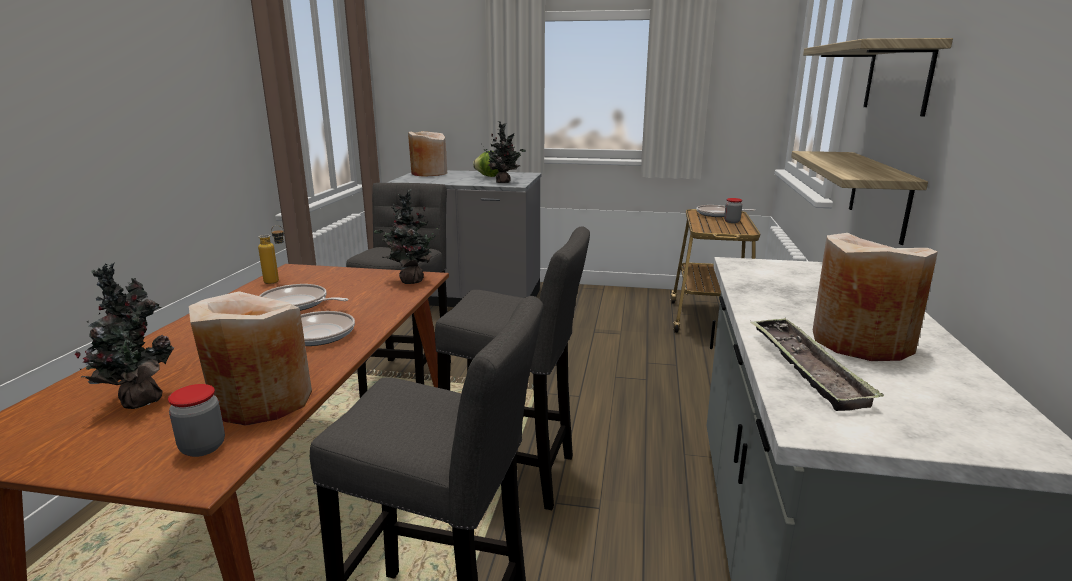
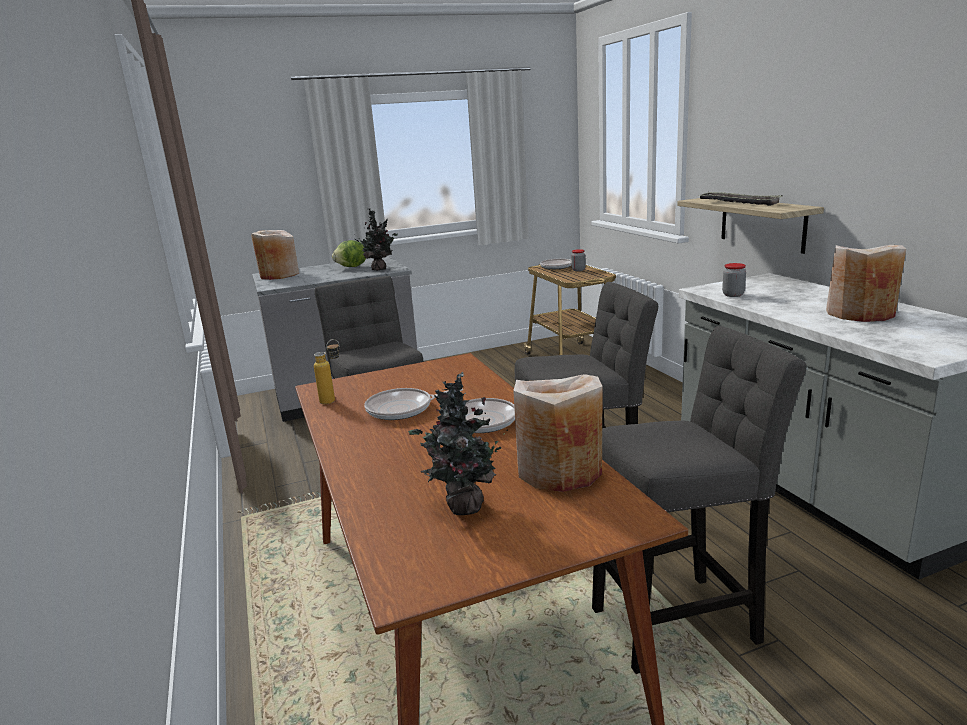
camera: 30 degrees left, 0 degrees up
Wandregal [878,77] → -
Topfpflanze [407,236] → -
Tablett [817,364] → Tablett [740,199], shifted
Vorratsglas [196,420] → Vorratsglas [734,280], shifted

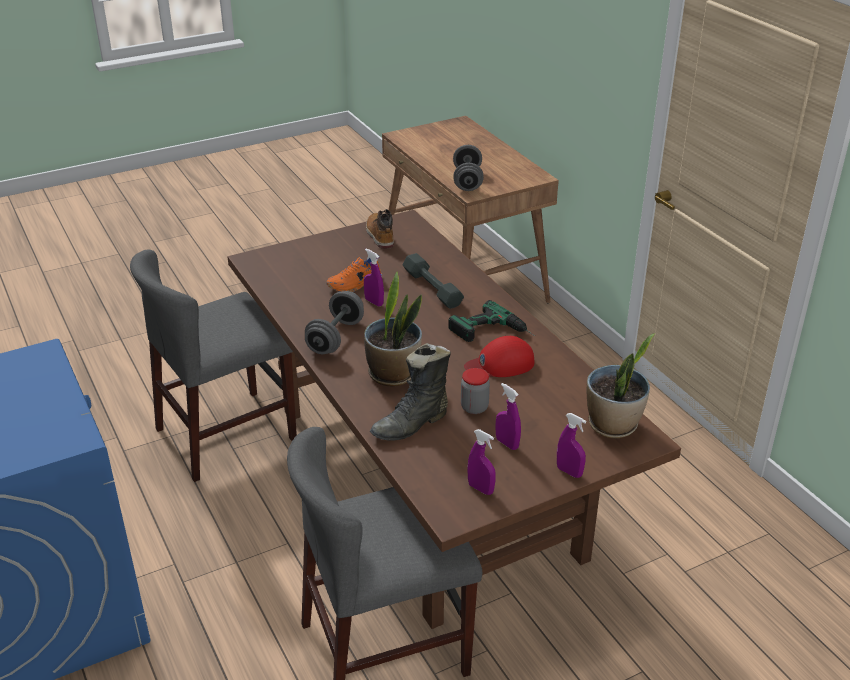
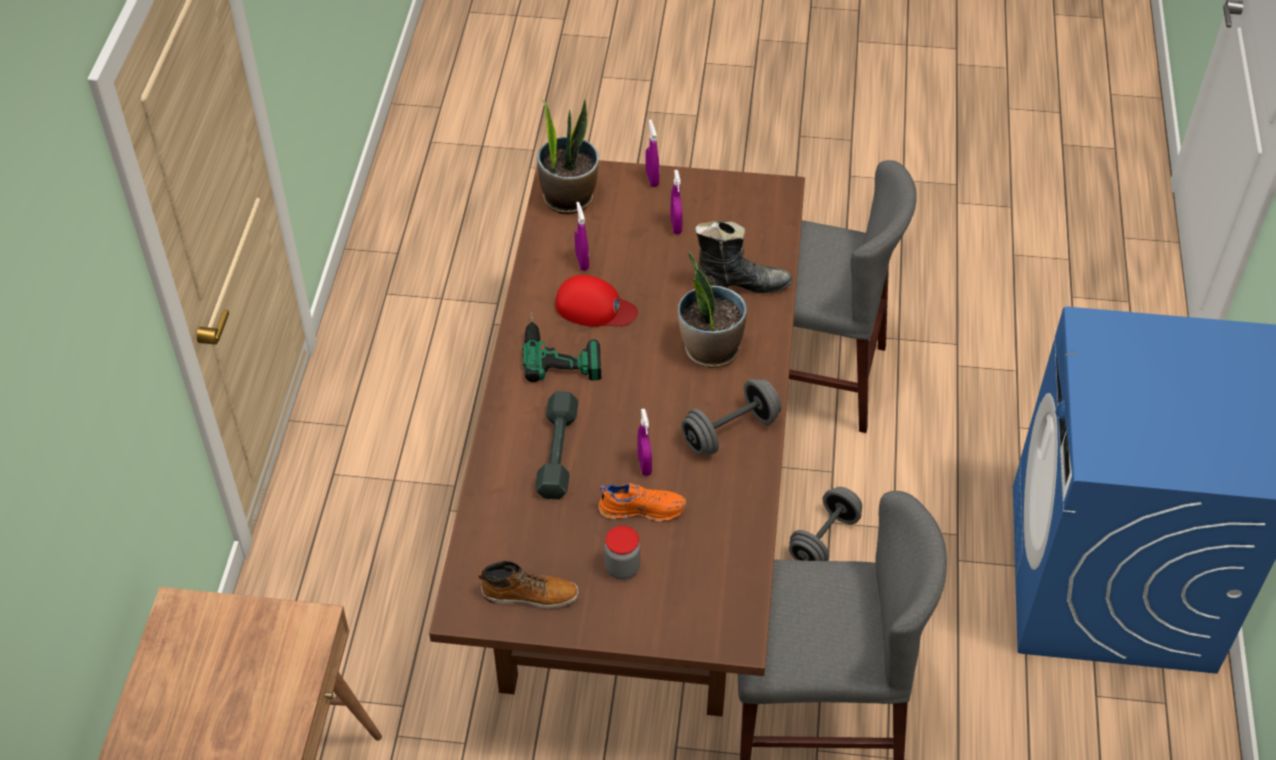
camera: 145 degrees left, 15 degrees up
Hantel (grau) [468,168] → Hantel (grau) [825,524], shifted
Stiefel [380,229] → Stiefel [528,584], 105 degrees counterclockwise
Vorratsglas [475,391] → Vorratsglas [622,553], shifted
Sprühflasche (lila) [481,462] → Sprühflasche (lila) [582,236], shifted

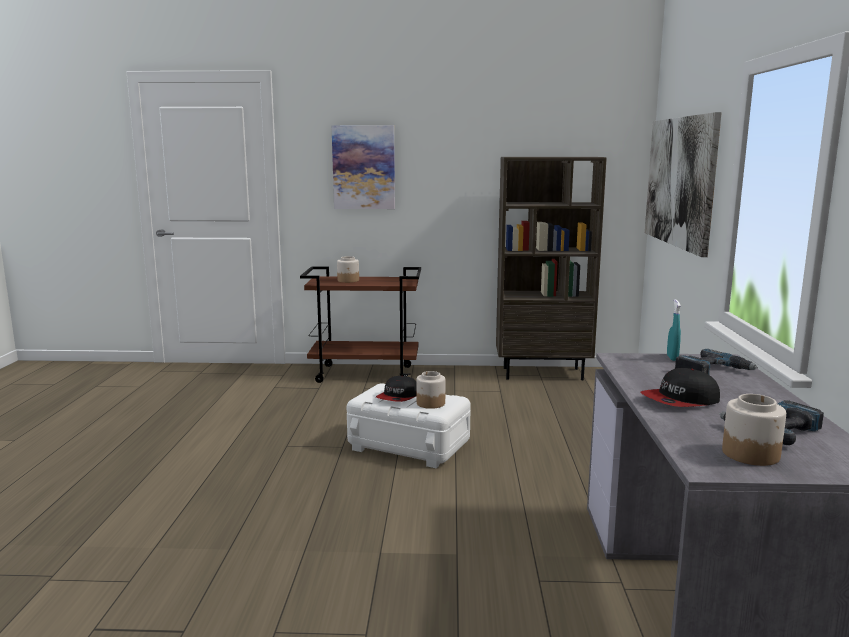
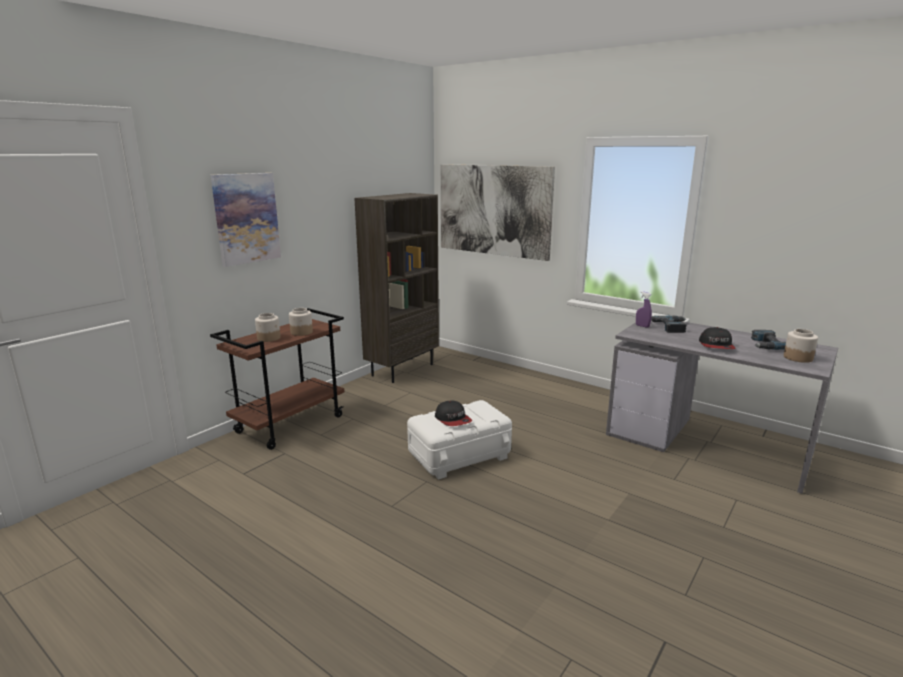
camera: 55 degrees left, 5 degrees up
Sprühflasche (türkis) [674,330] → Sprühflasche (lila) [644,309]
Vorratsglas [431,390] → Vorratsglas [301,322], shifted

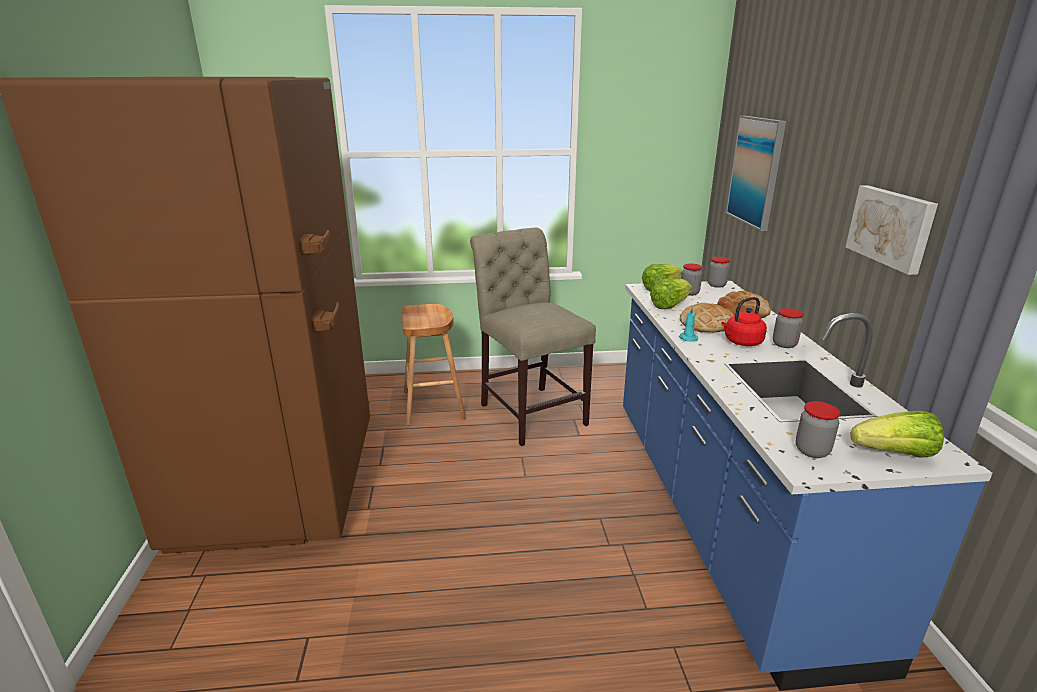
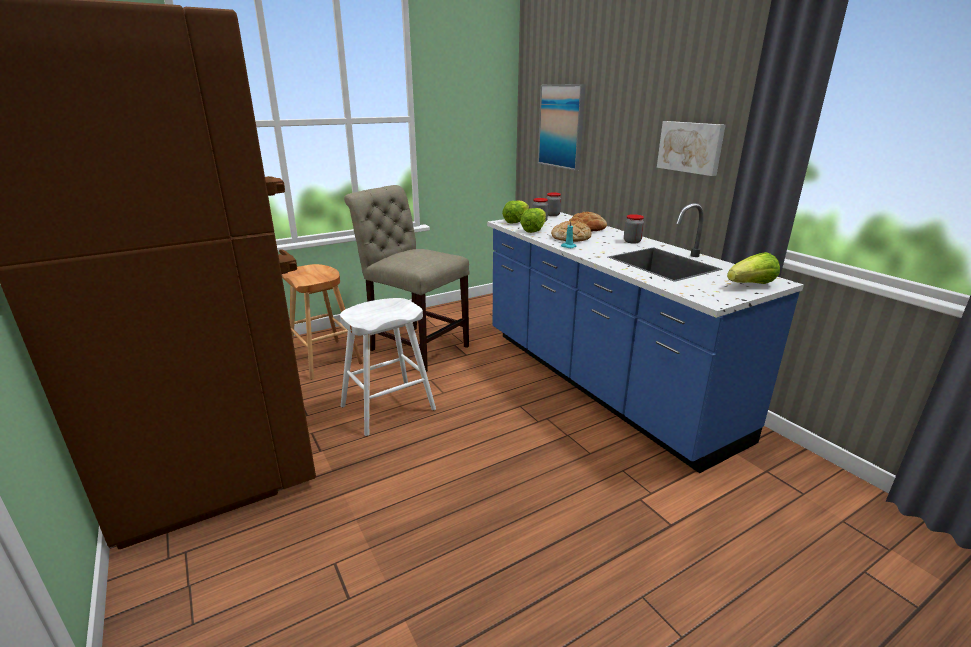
camera: 25 degrees left, 0 degrees up
Wasserkessel (rot) [744,321] → -
Vorratsglas [818,429] → -
- → Hocker (weiß) [388,367]

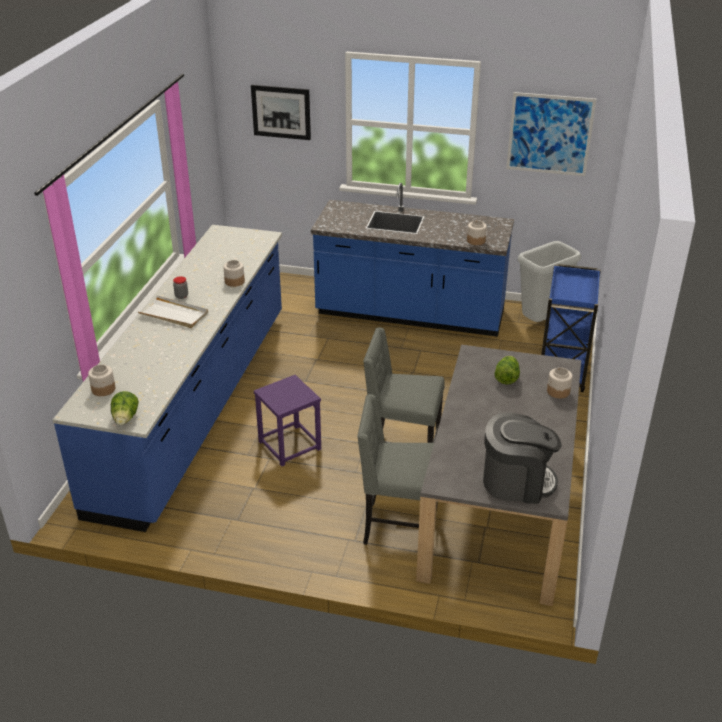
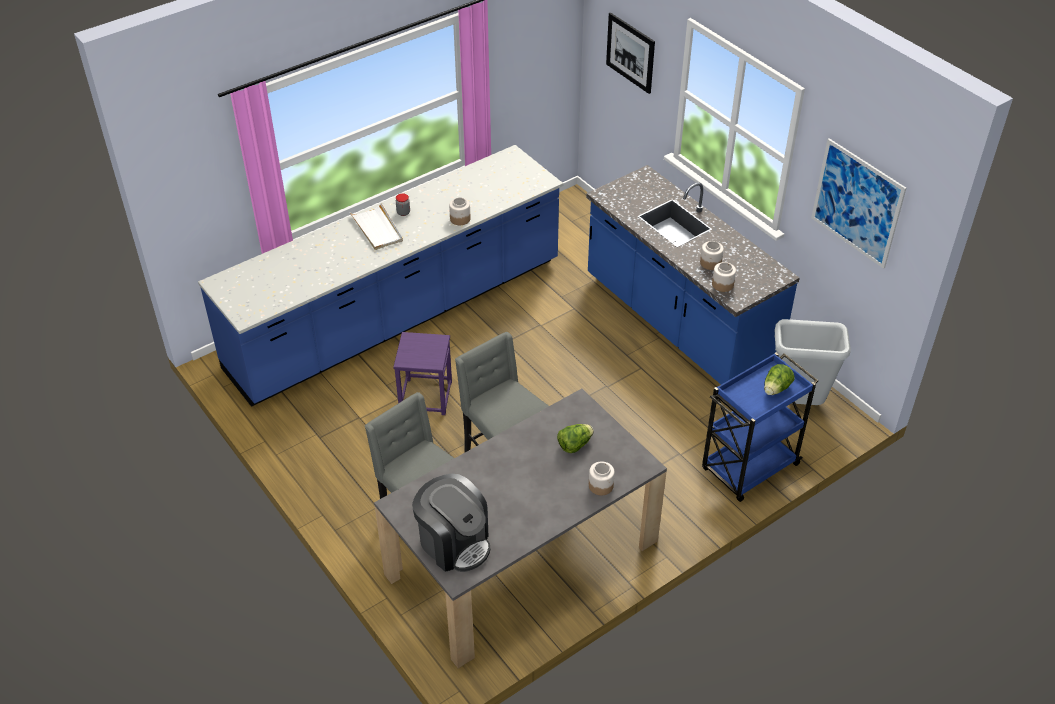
camera: 40 degrees right, 10 degrees up
Vorratsglas [101,380] → Vorratsglas [712,255], shifted
Salatkopf [125,408] → Salatkopf [779,379], shifted

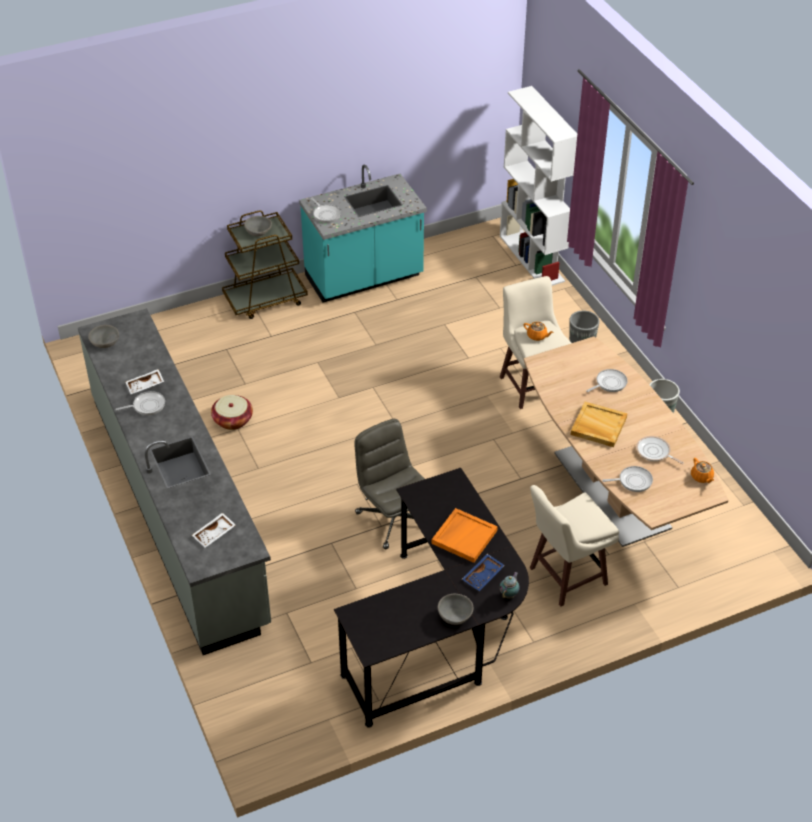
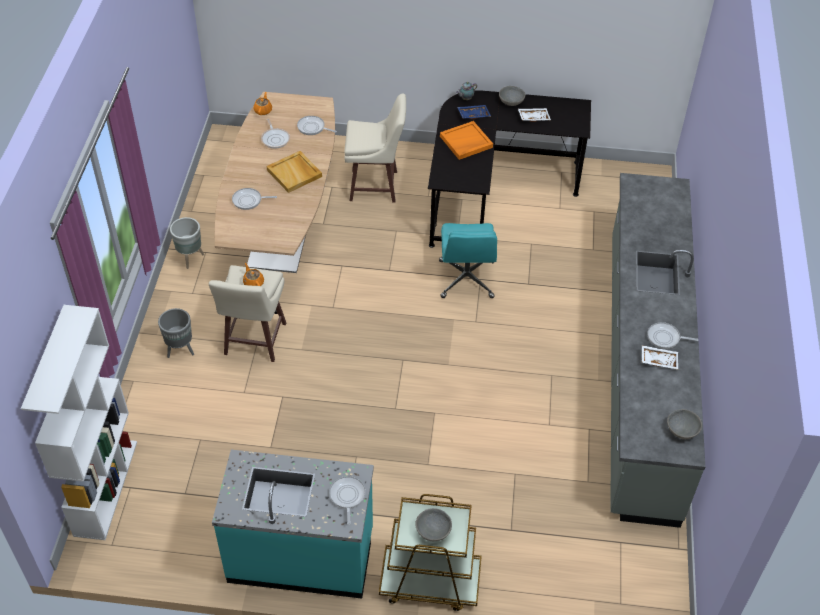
camera: 150 degrees left, 5 degrees up
Korb [232,412] → -
Bürostuhl (grau) [389,484] → Bürostuhl (türkis) [468,260]
Tablett (weiß) [214,530] → Tablett (weiß) [534,115], shifted

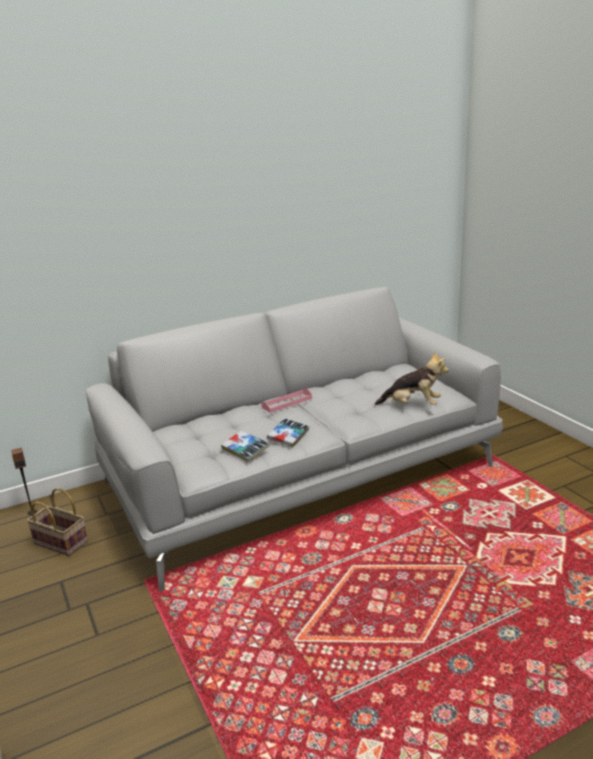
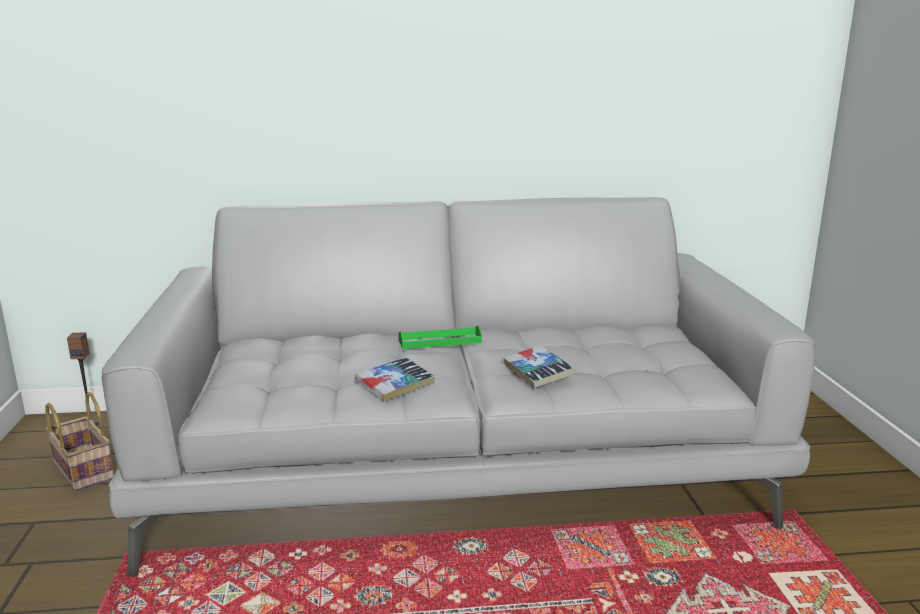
camera: 20 degrees right, 5 degrees down
Plüschtier [412,378] → -
Tablett (rosa) [286,400] → Tablett (grün) [440,337]
Buch [245,446] → Buch [539,366], shifted

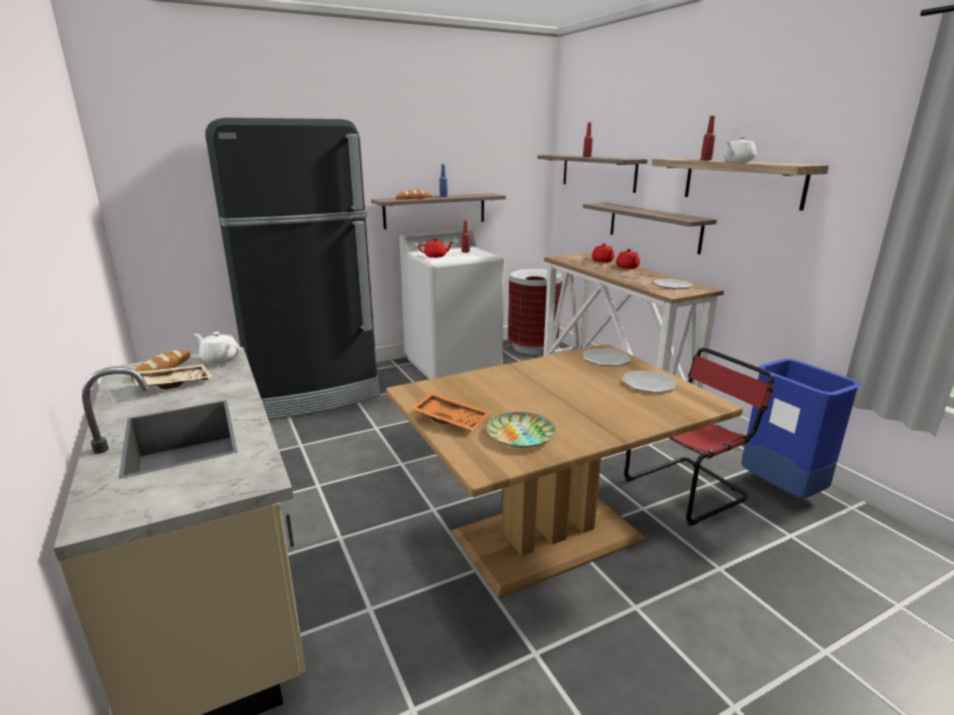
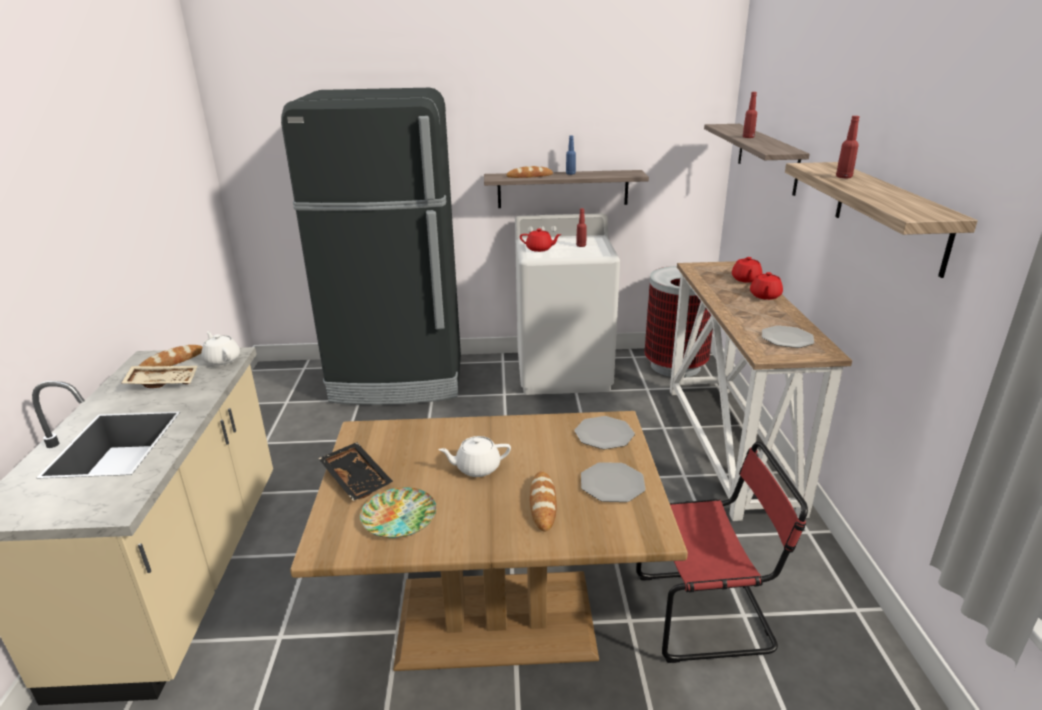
camera: 25 degrees right, 5 degrees up
Teekanne (weiß) [739,149] → Teekanne (weiß) [475,456], shifted
Wandregal [650,229] → -
Mülleimer (blau) [801,428] → -
Tablett (orange) [451,411] → Tablett (schwarz) [355,471]
- → Brot [543,501]

